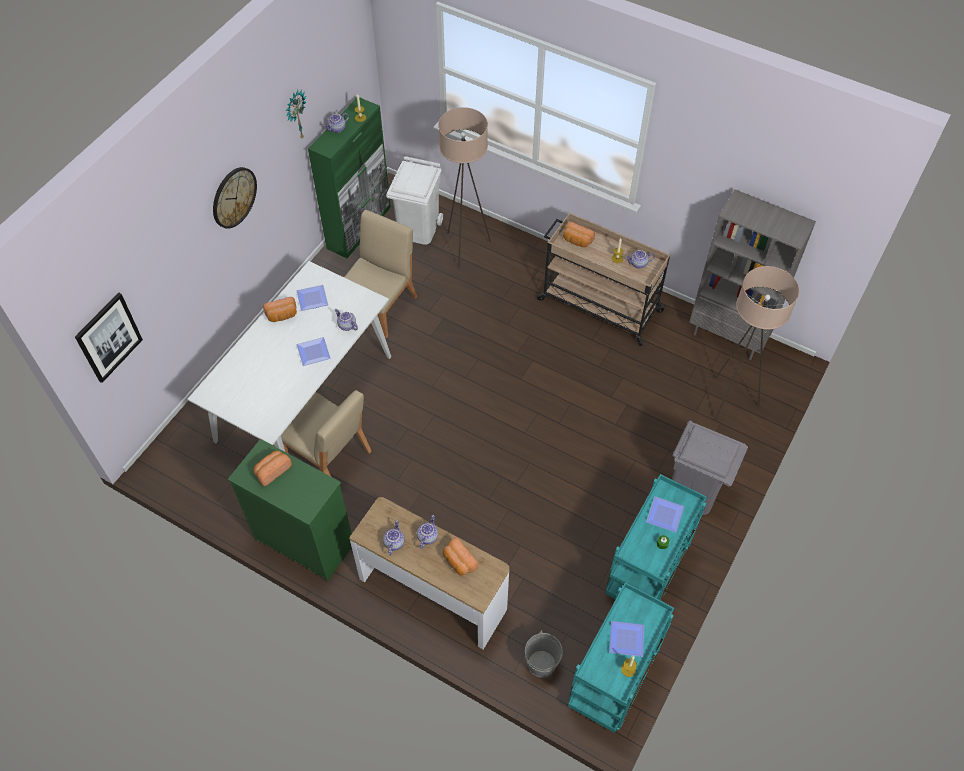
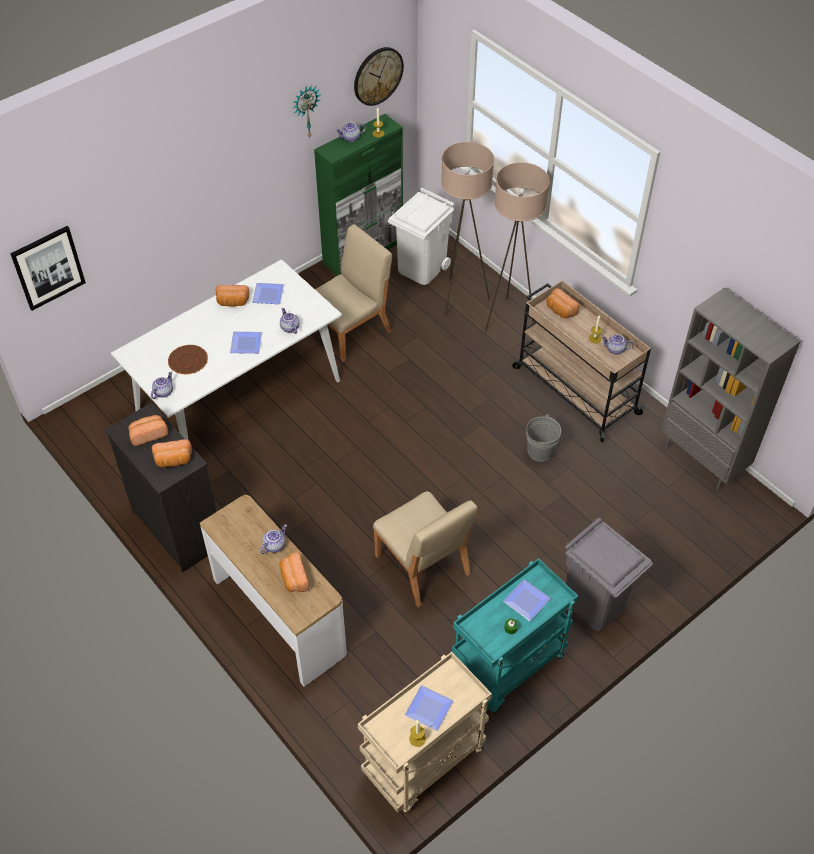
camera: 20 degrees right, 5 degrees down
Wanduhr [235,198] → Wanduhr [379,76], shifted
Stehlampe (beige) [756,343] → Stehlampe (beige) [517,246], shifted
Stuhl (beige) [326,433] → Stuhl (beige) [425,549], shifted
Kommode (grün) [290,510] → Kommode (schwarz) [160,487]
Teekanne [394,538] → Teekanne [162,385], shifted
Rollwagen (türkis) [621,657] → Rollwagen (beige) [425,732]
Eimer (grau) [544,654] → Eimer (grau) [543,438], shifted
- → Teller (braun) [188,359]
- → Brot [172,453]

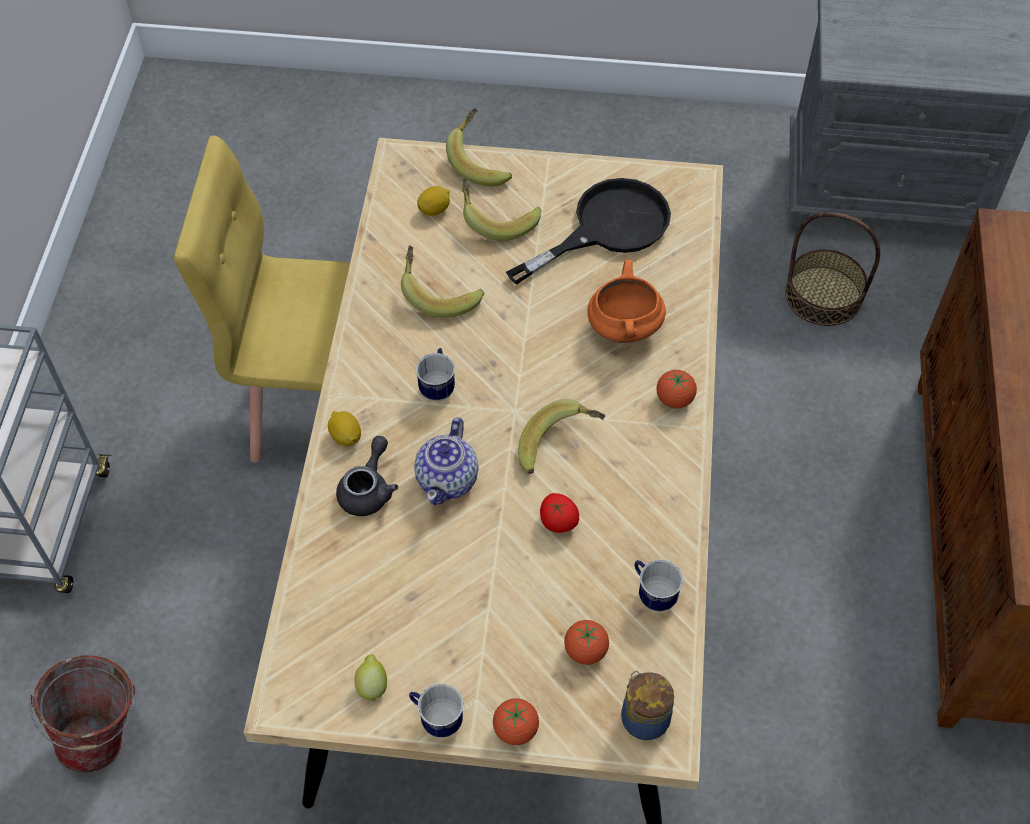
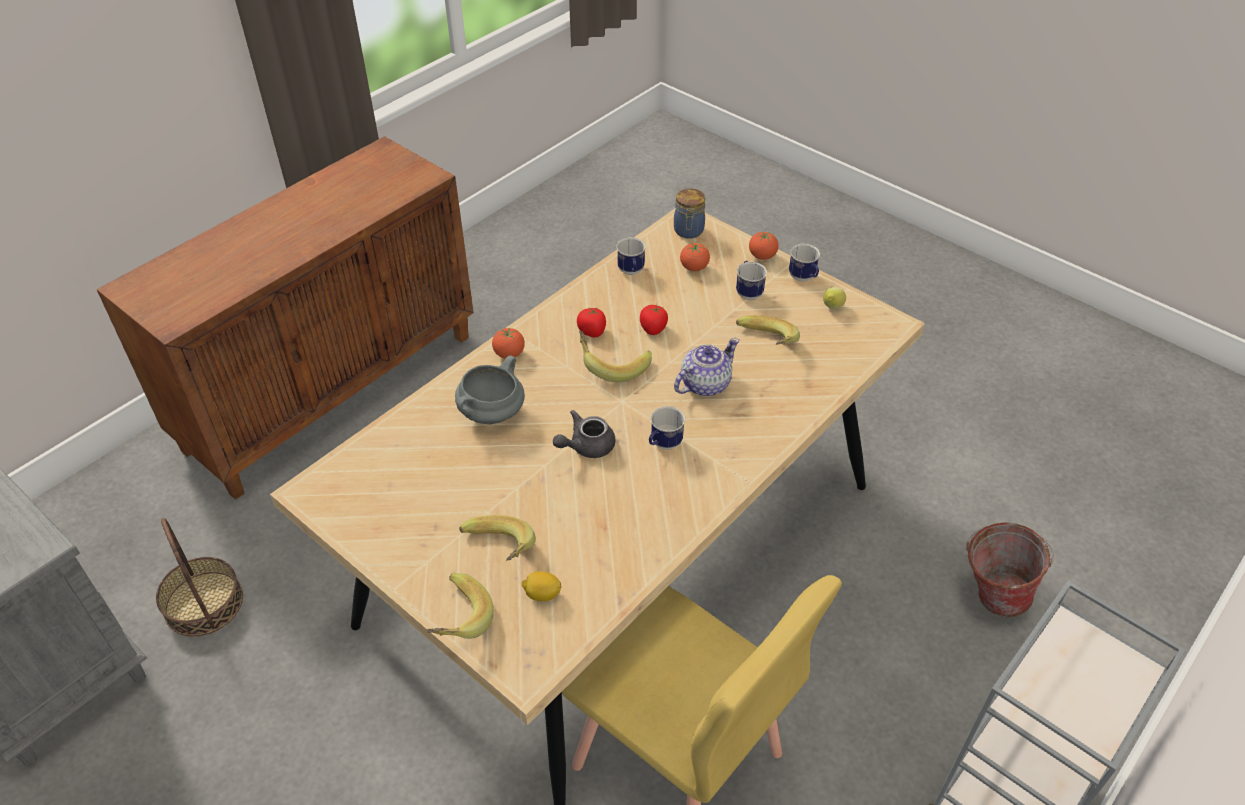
camera: 145 degrees left, 10 degrees down
Pfanne (schwarz) [588,231] → -
Banane [442,281] → Banane [768,330], shifted
Kochtopf (orange) [626,301] → Kochtopf (grau) [490,390]
Zitrone [344,428] → -
Teekanne (grau) [367,476] → Teekanne (grau) [584,434], shifted
- → Henkelbecher [751,280]
- → Tomate [591,322]

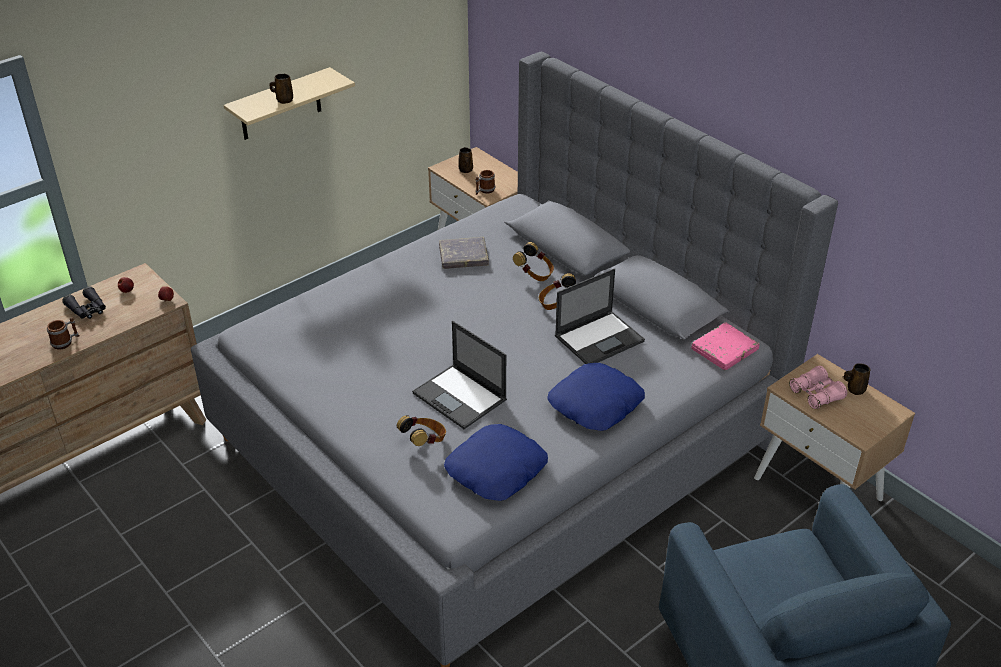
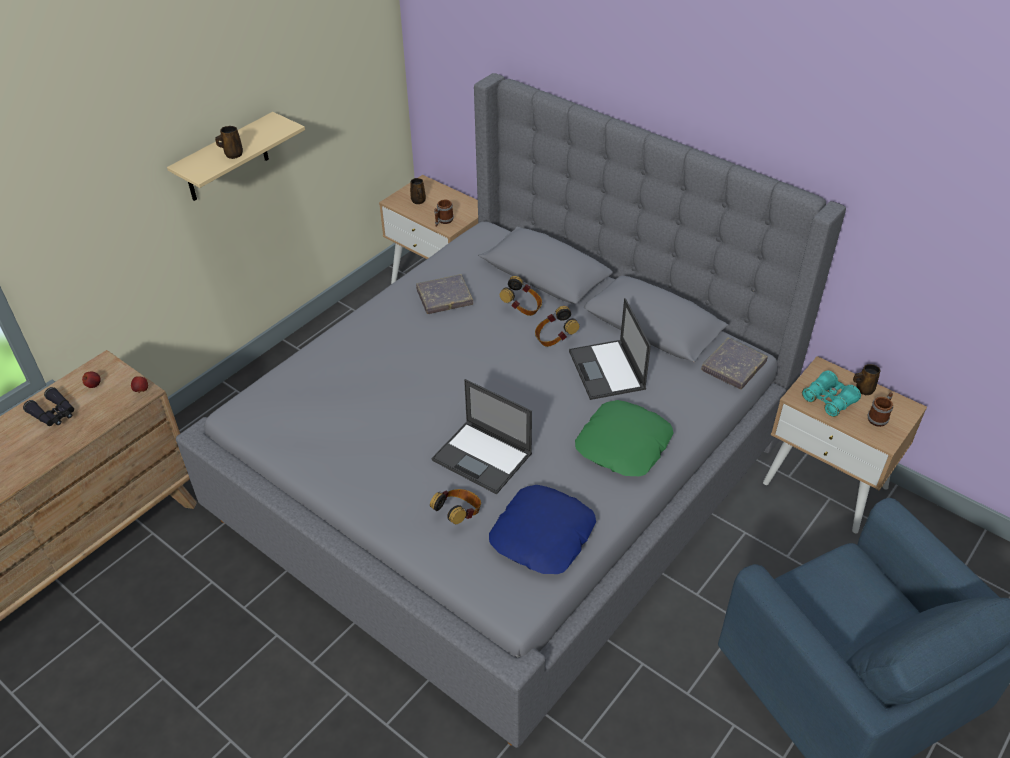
camera: 10 degrees left, 5 degrees up
Laptop [600,316] → Laptop [610,349], 120 degrees clockwise
Henkelbecher [63,333] → Henkelbecher [880,409], shifted
Buch (rosa) [725,346] → Buch (grau) [734,363]
Kissen (blau) [596,397] → Kissen (grün) [624,438]
Fernglas (rosa) [818,387] → Fernglas (türkis) [831,394]

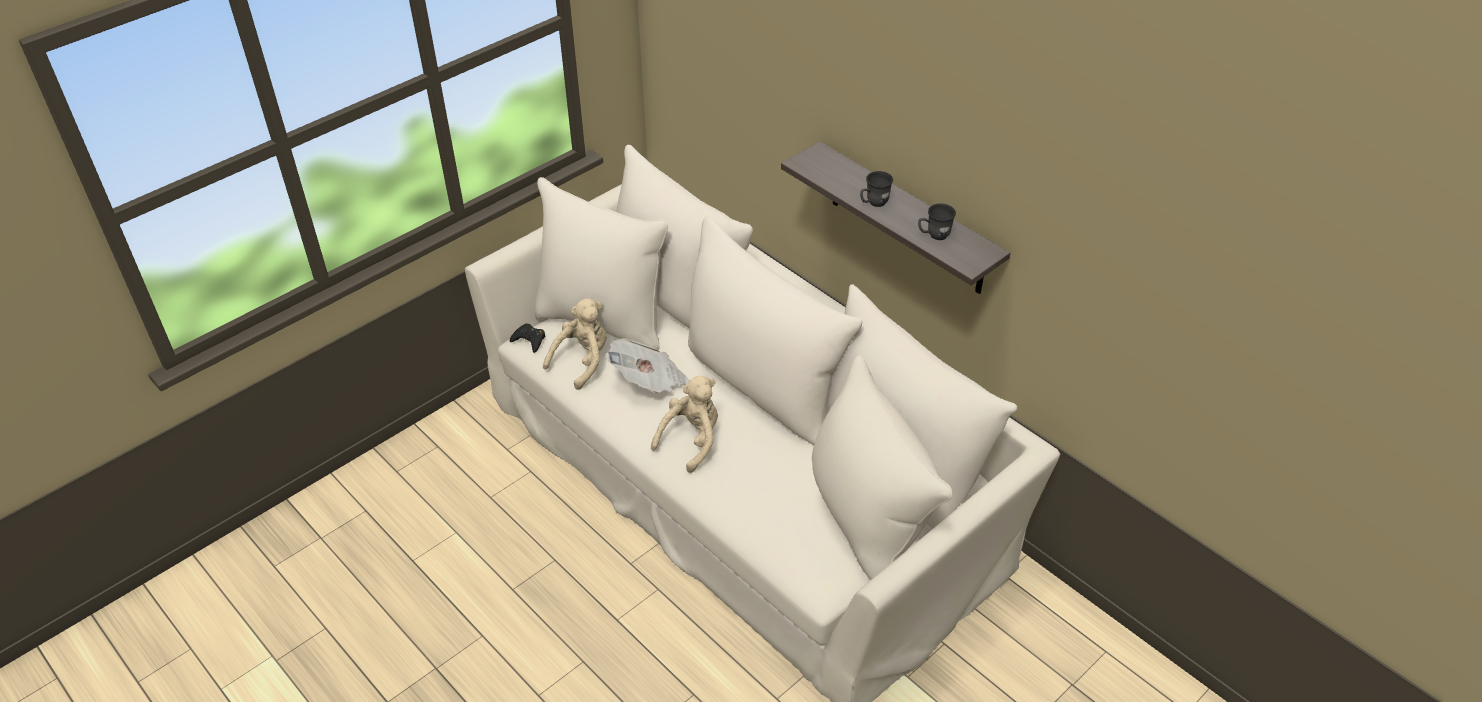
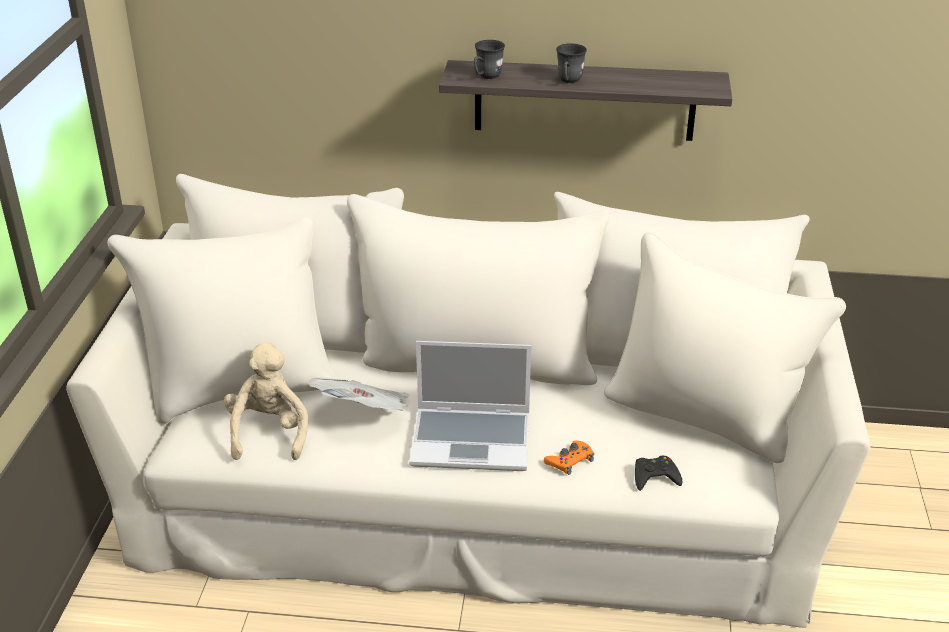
camera: 40 degrees left, 10 degrees down
Henkelbecher (grau) [937,221] → Henkelbecher (grau) [489,59], shifted
Gamepad (schwarz) [527,338] → Gamepad (schwarz) [658,473], shifted
Plüschtier (beige) [684,424] → Laptop [470,406]
- → Gamepad (orange) [569,457]

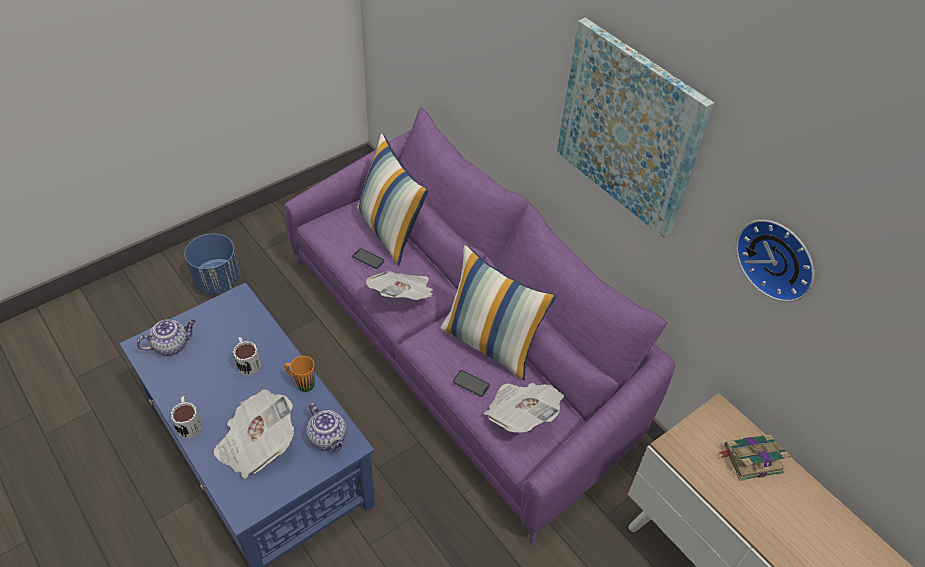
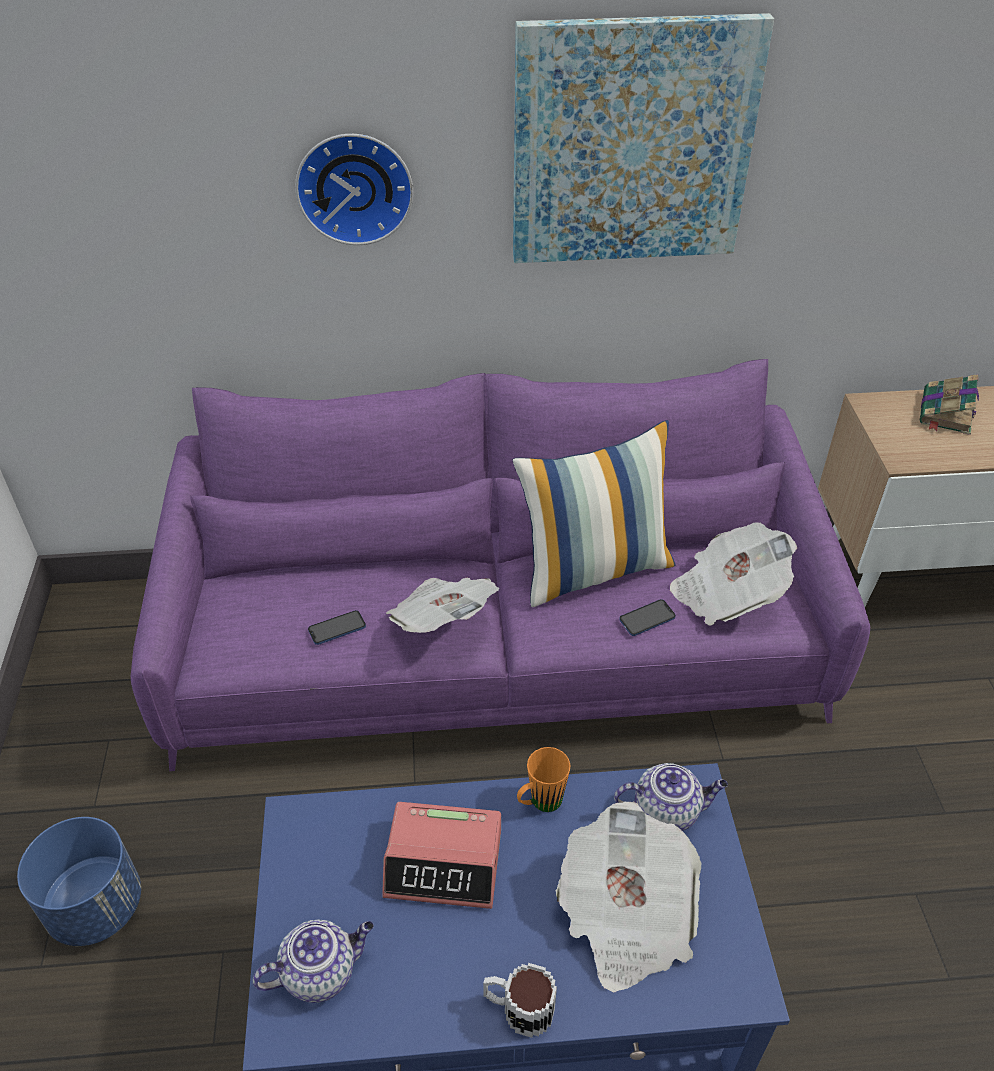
camera: 55 degrees left, 5 degrees down
Kissen [393,199] → -
Wanduhr [775,261] → Wanduhr [354,189], shifted
Teekanne [166,337] → Teekanne [313,961], 60 degrees clockwise
Henkelbecher [247,356] → Wecker [441,855]

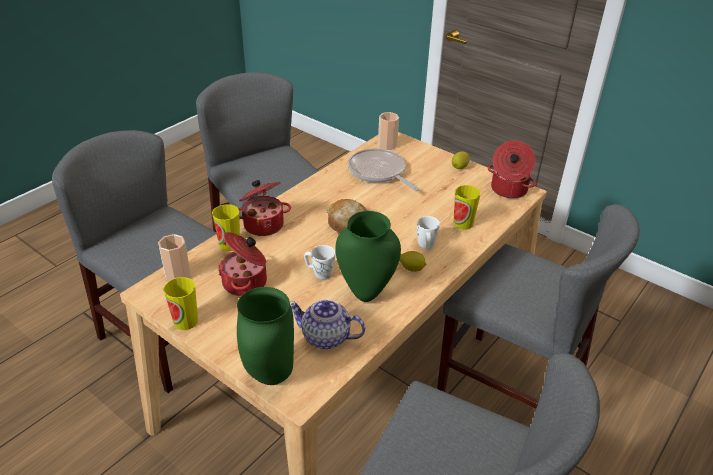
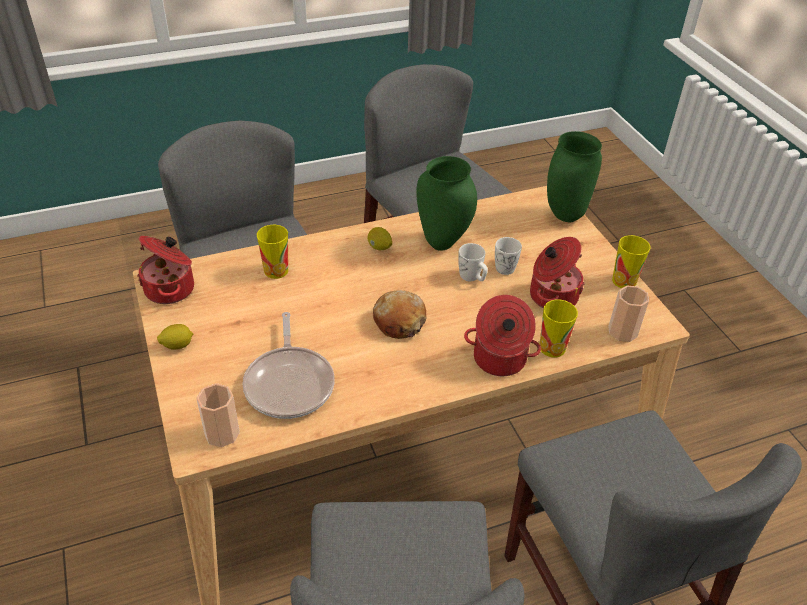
camera: 150 degrees left, 5 degrees up
Henkelbecher (weiß) [428,233] → Henkelbecher (weiß) [508,256], shifted
Teekanne [327,324] → -

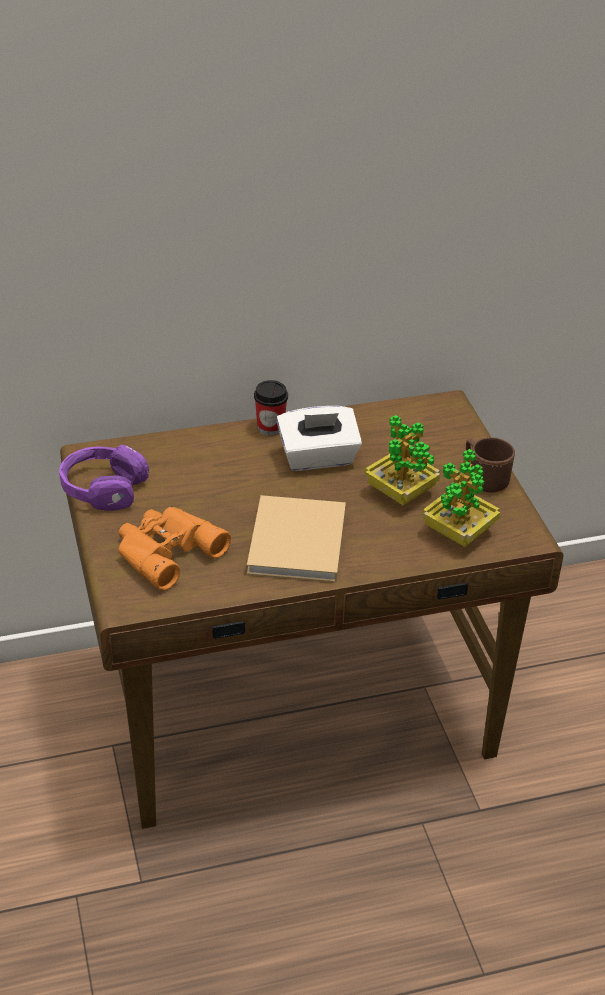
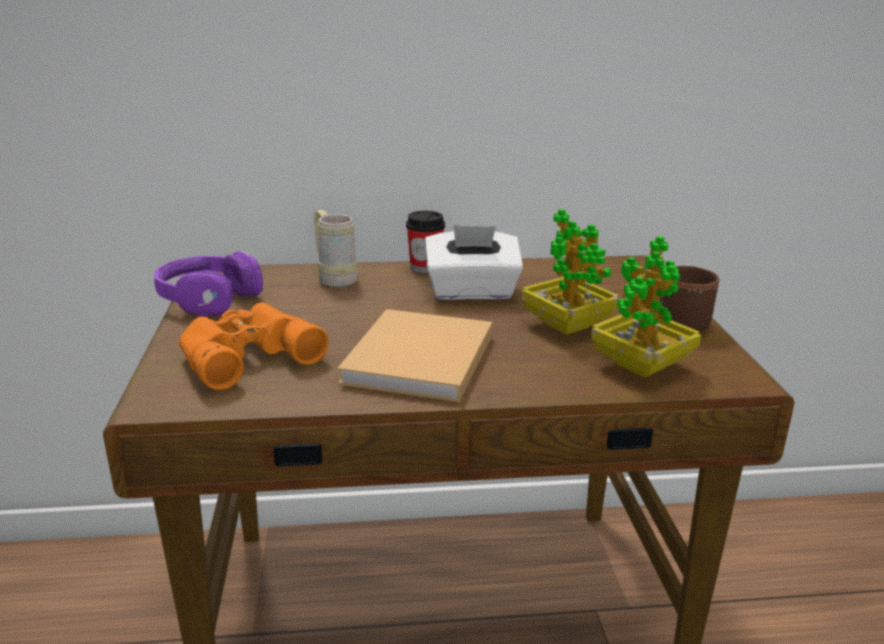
camera: 10 degrees right, 15 degrees down
- → Henkelbecher (beige) [336,248]

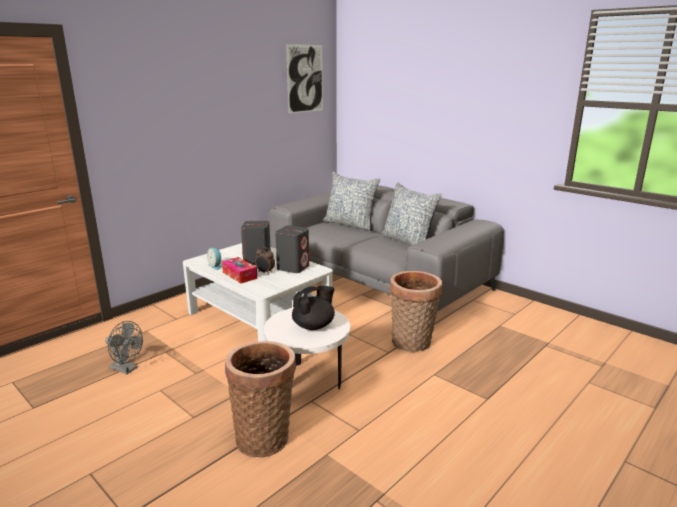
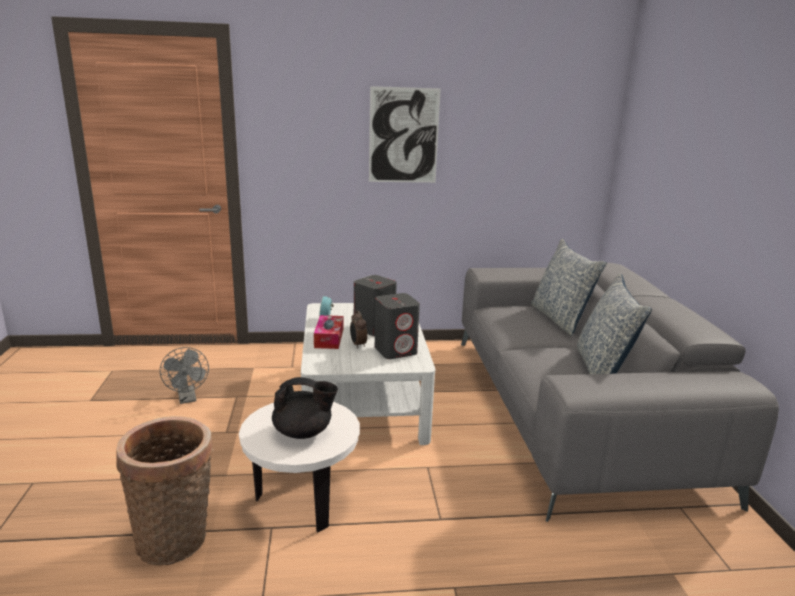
camera: 40 degrees right, 0 degrees up
Bild [304,79] → Bild [405,134], shifted
Korb [416,311] → -

